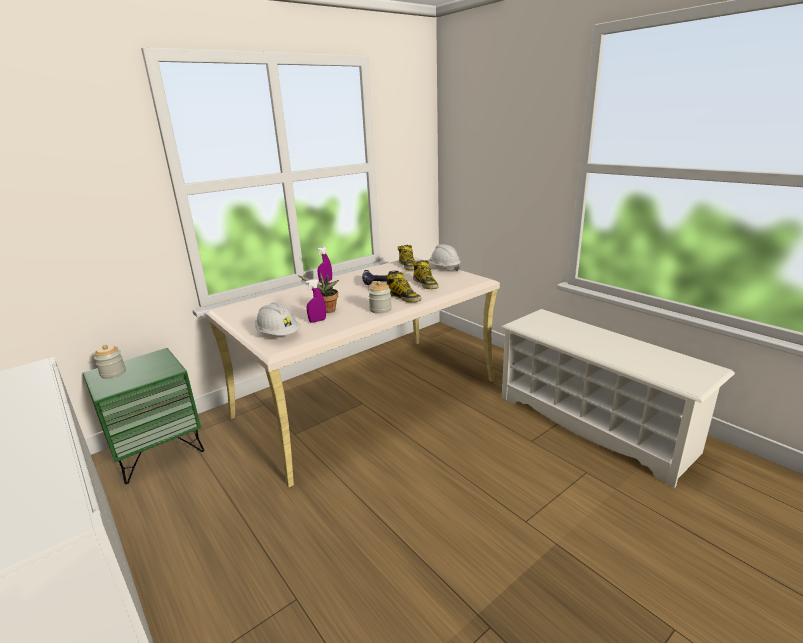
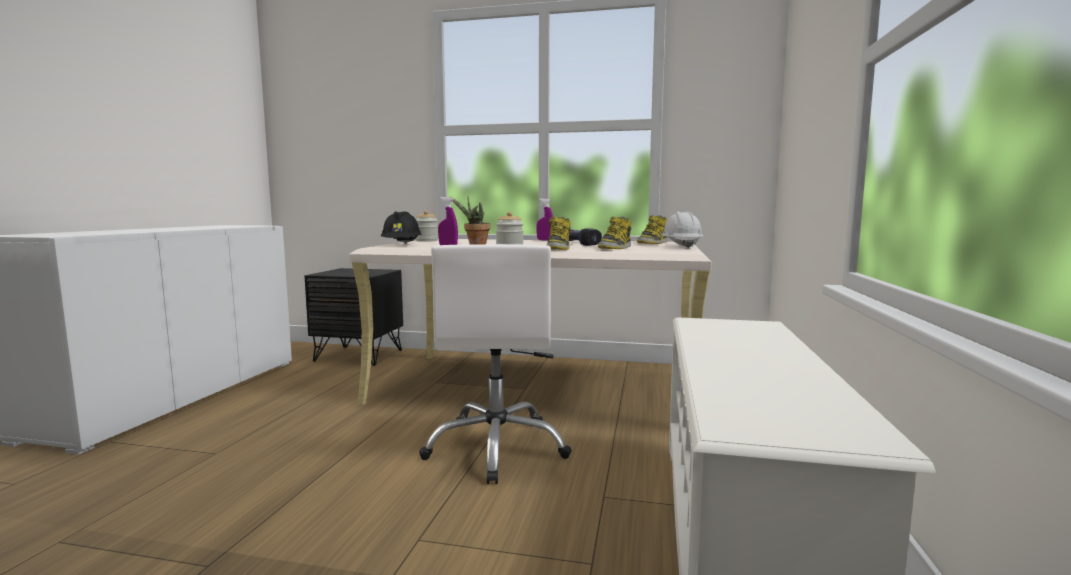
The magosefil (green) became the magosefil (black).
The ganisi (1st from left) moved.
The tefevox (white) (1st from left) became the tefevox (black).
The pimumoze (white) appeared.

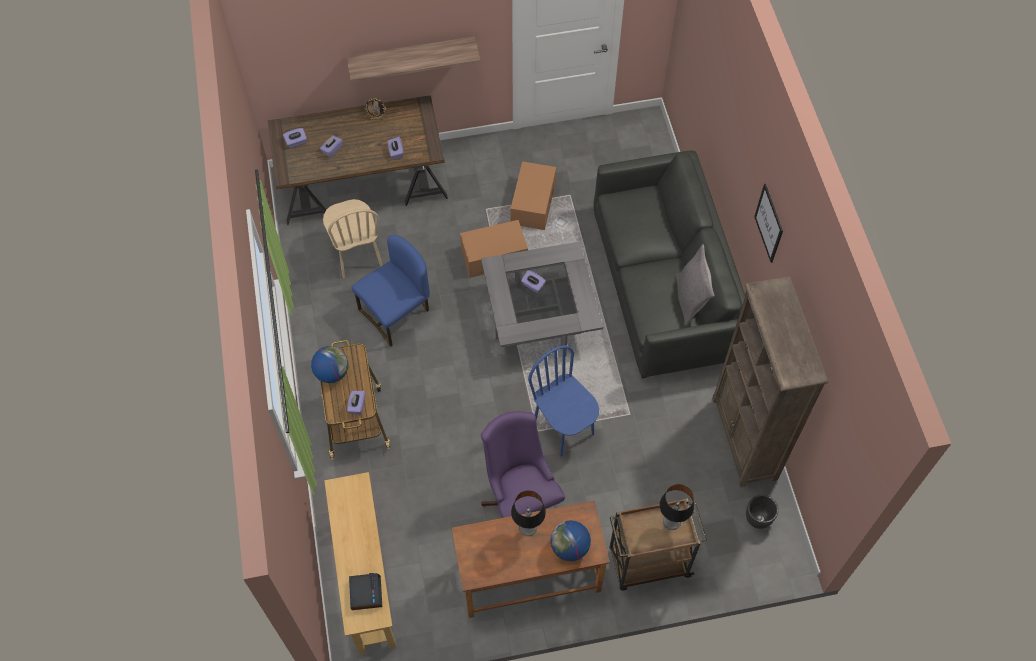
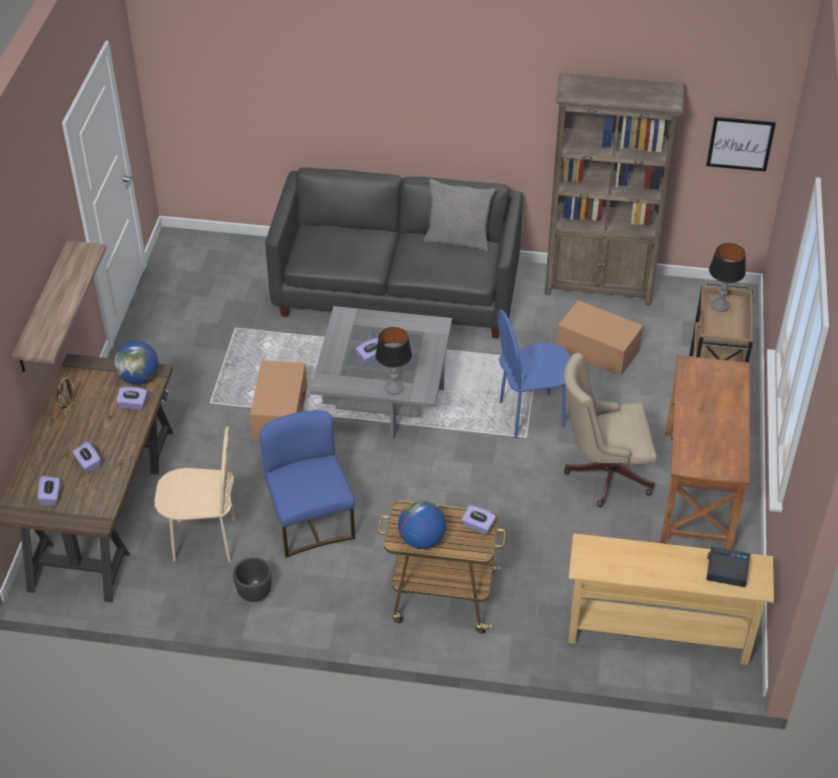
The pimumoze (purple) became the pimumoze (beige).
The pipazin (2nd from left) moved.
The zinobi (1st from left) moved.
The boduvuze (2nd from left in the first image) moved.
The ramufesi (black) moved.
The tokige moved.

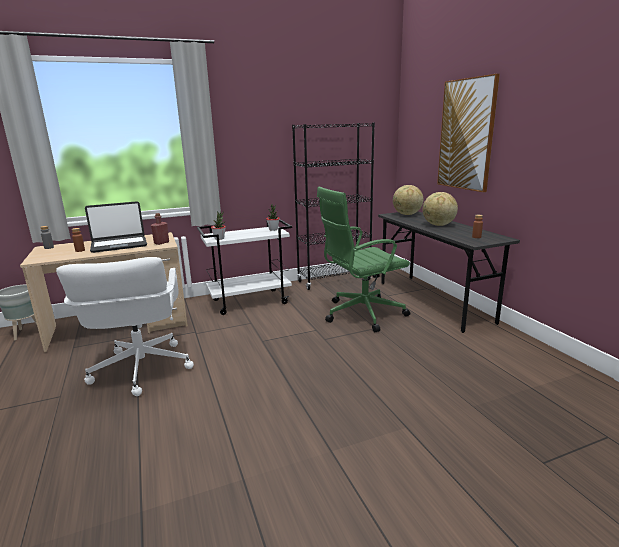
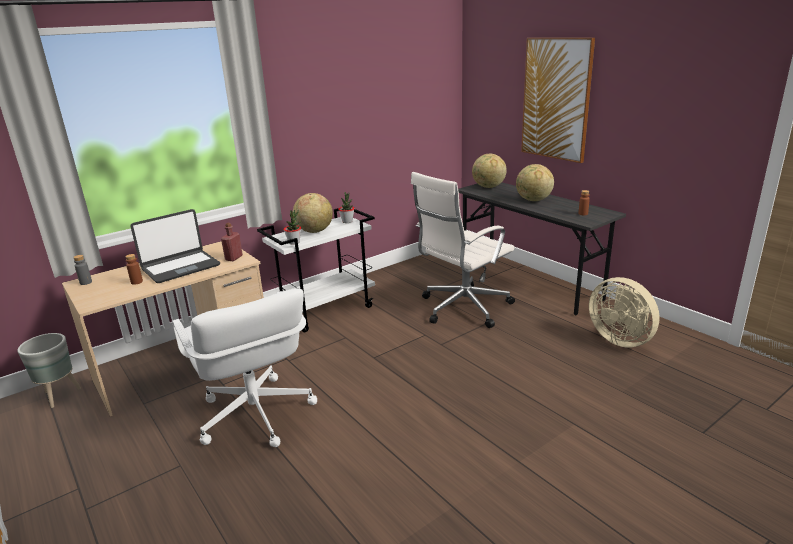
The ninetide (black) disappeared.
The pimumoze (green) became the pimumoze (white) (2nd from left).
The boduvuze (1st from left) appeared.
The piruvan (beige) appeared.

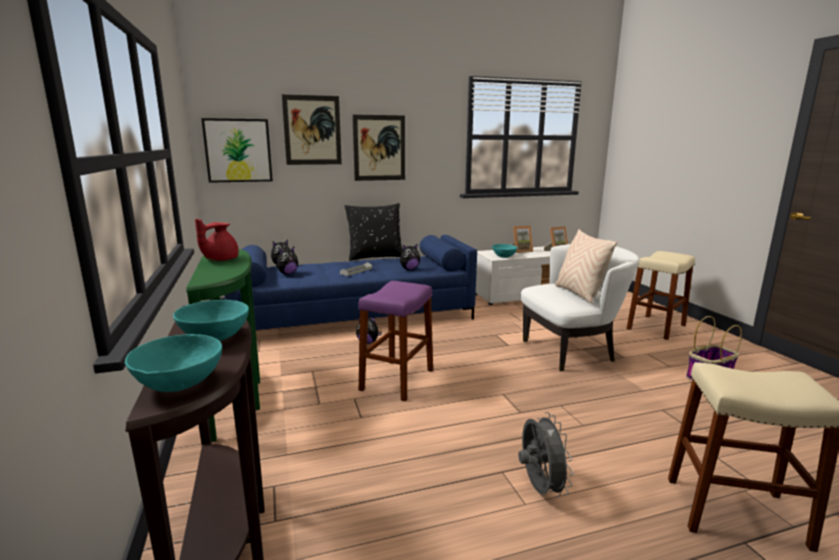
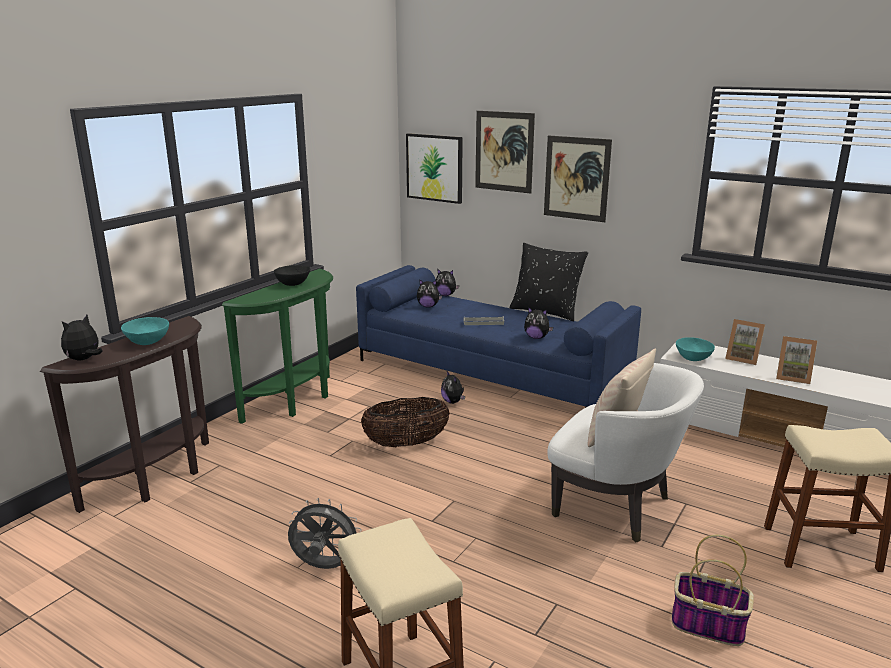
The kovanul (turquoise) (1st from left) was replaced by the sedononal (1st from left).
The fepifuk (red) was replaced by the kovanul (black).
The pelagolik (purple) was replaced by the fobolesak (1st from left).
The piruvan (grey) turned 120 degrees counterclockwise.

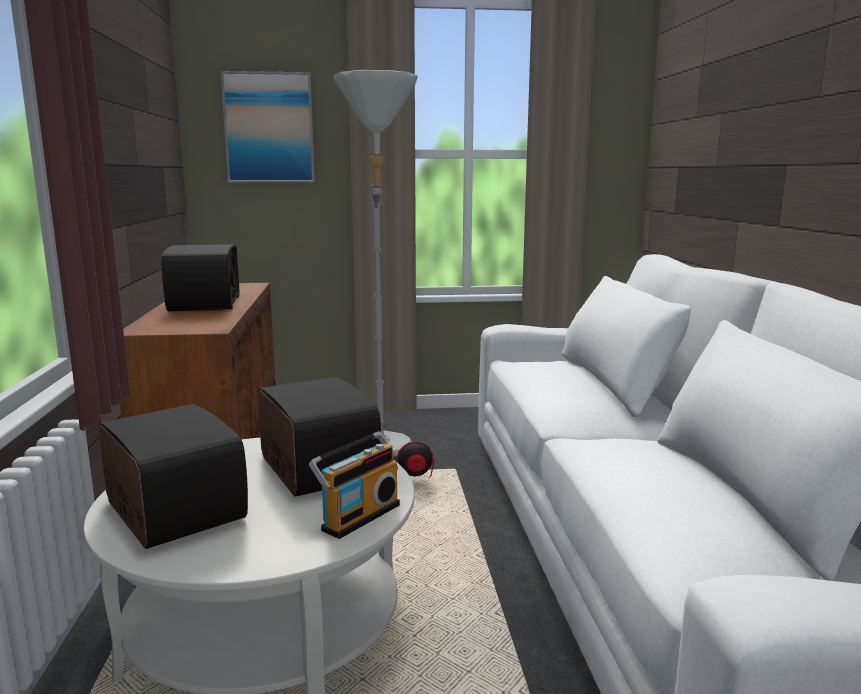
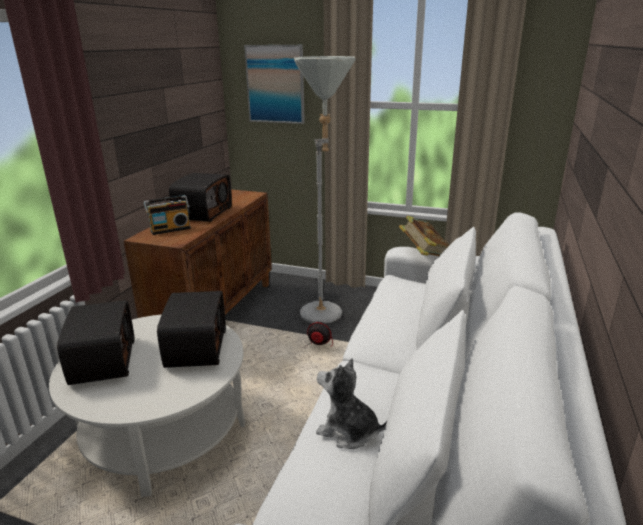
The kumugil (4th from left in the first image) moved.
The sedononal appeared.
The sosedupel appeared.

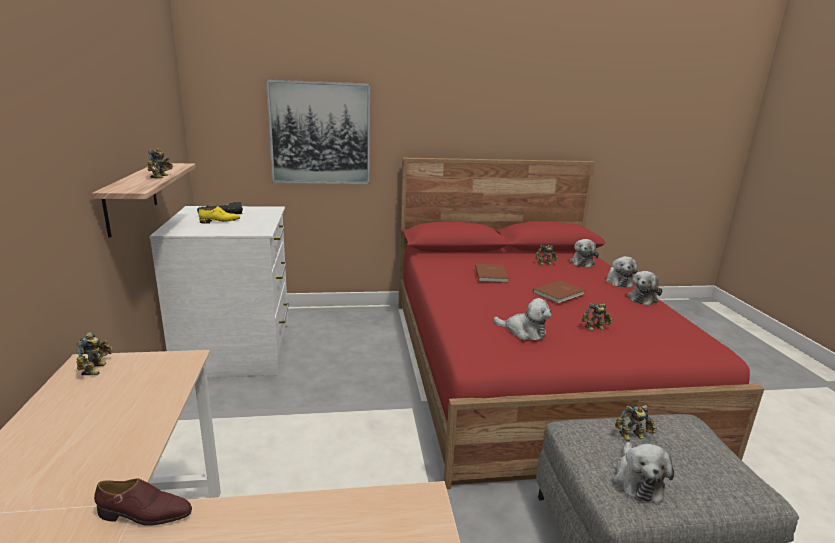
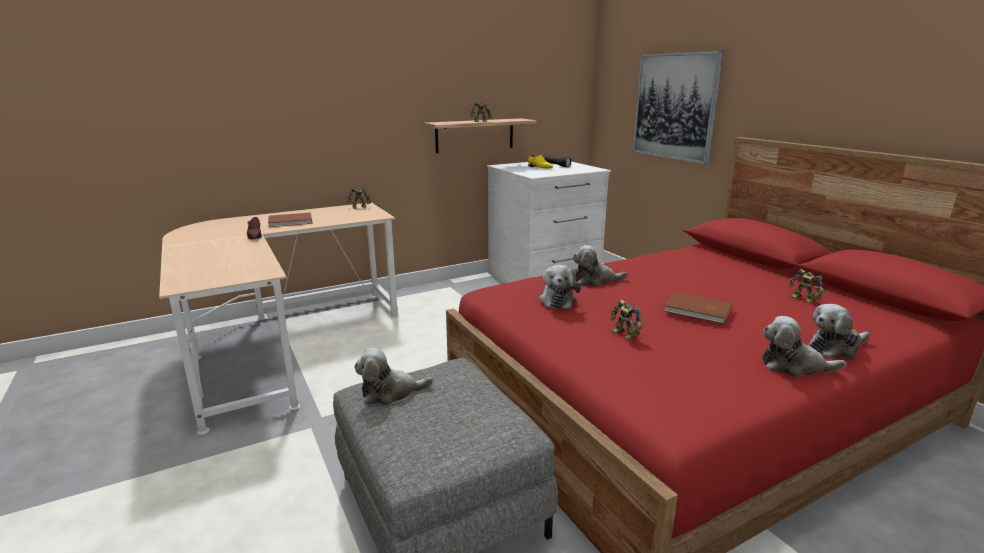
The sosedupel (brown) (1st from left) moved.
The sedononal (2nd from left in the first image) moved.
The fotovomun (5th from left) disappeared.

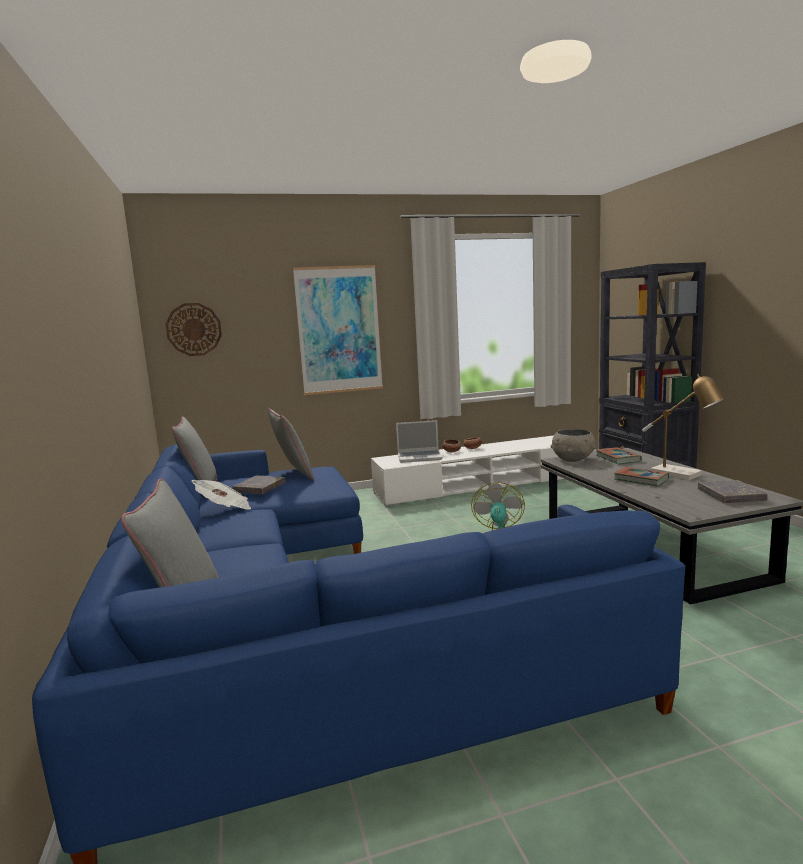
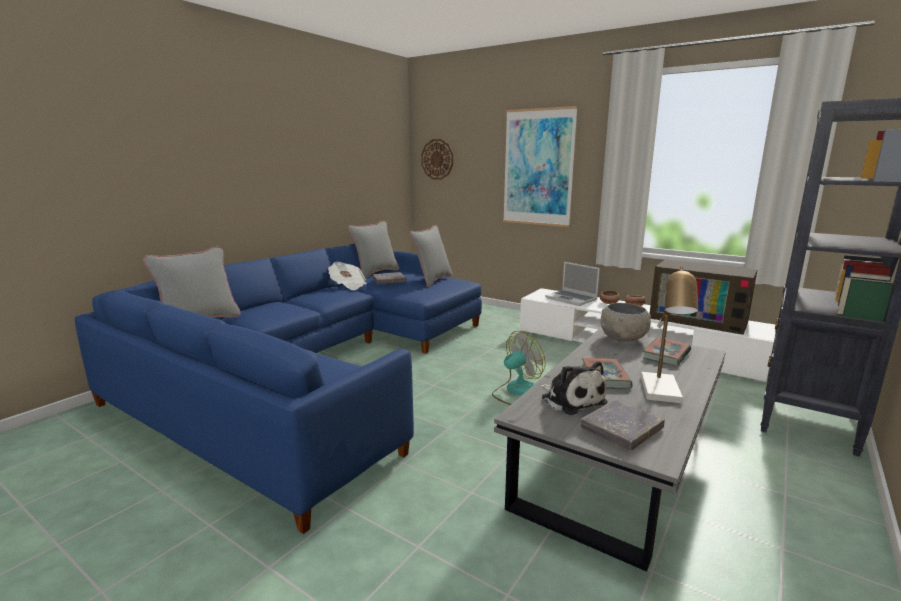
The sedononal appeared.
The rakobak appeared.

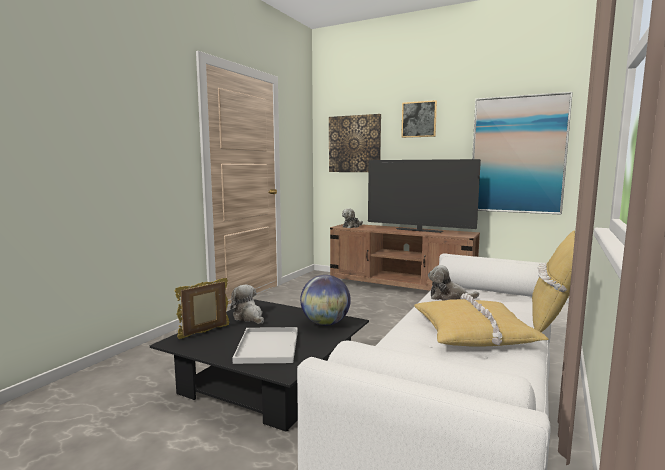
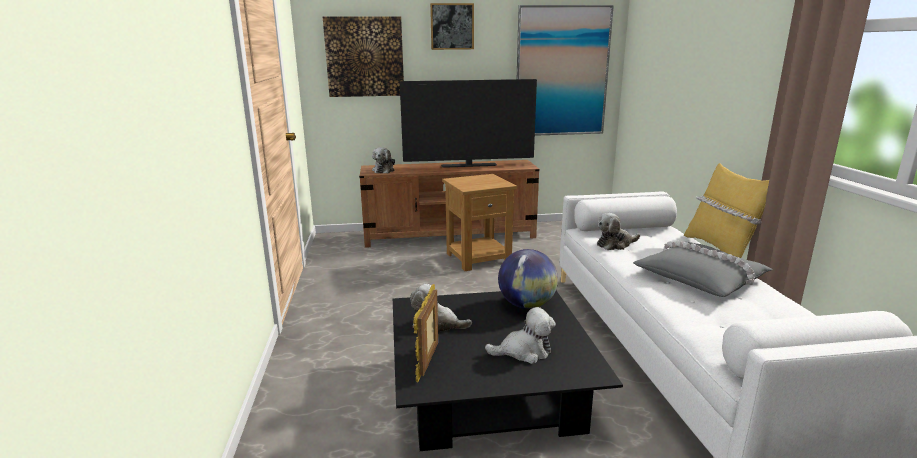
The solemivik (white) was replaced by the sedononal (3rd from left).
The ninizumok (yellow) (1st from left) became the ninizumok (grey).
The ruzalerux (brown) appeared.

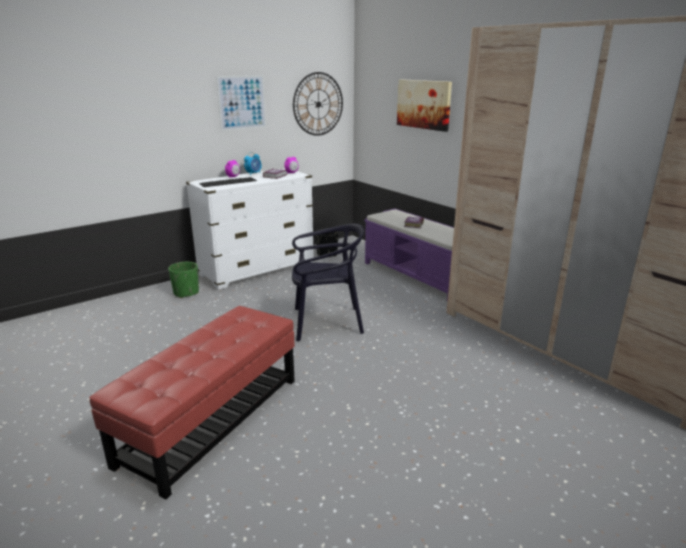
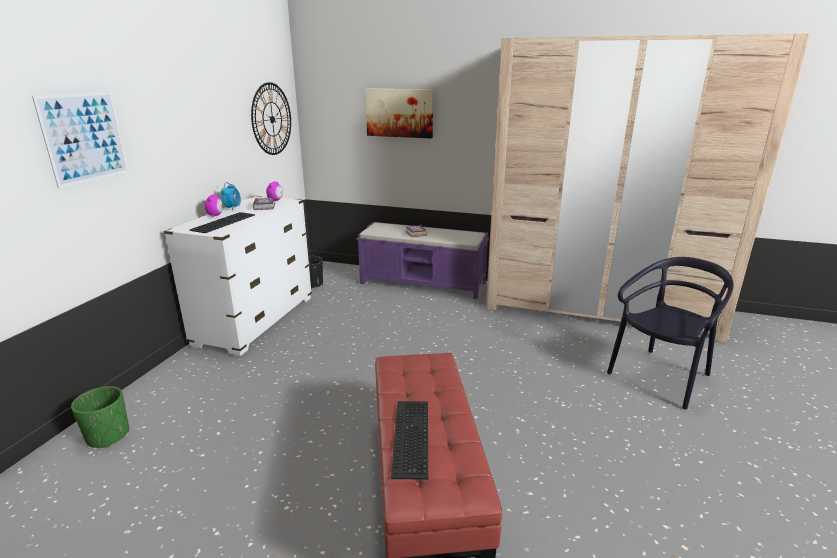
The ramufesi (green) moved.
The tokige (1st from left) moved.
The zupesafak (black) moved.
The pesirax (2nd from left) appeared.

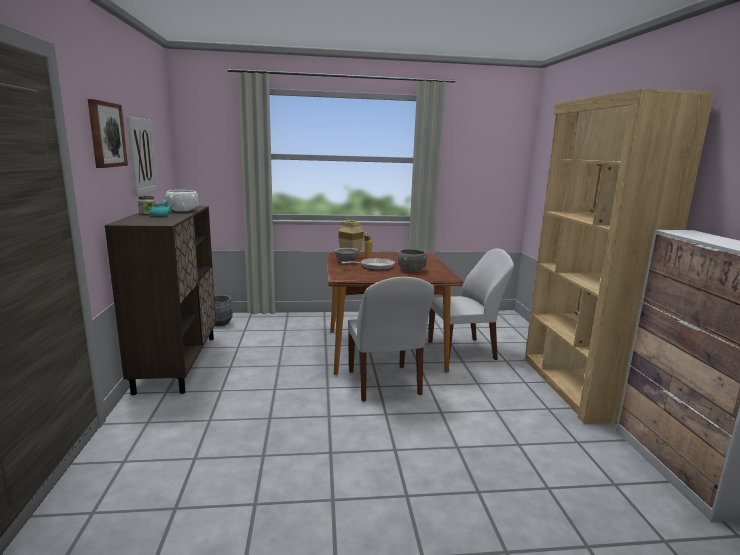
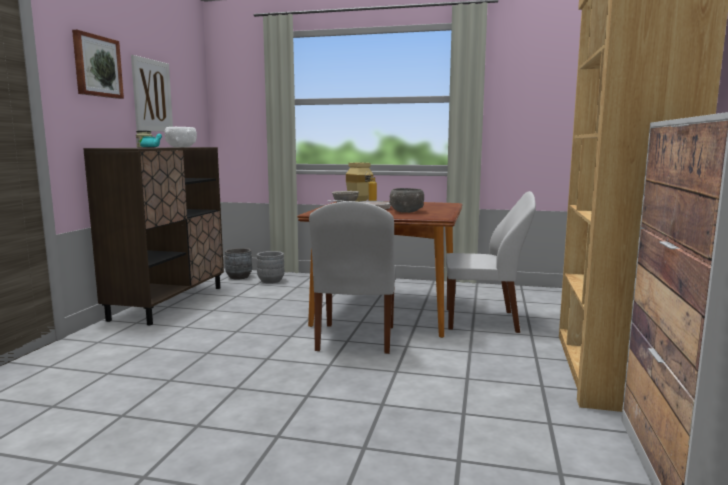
The ramufesi (grey) (2nd from left) appeared.

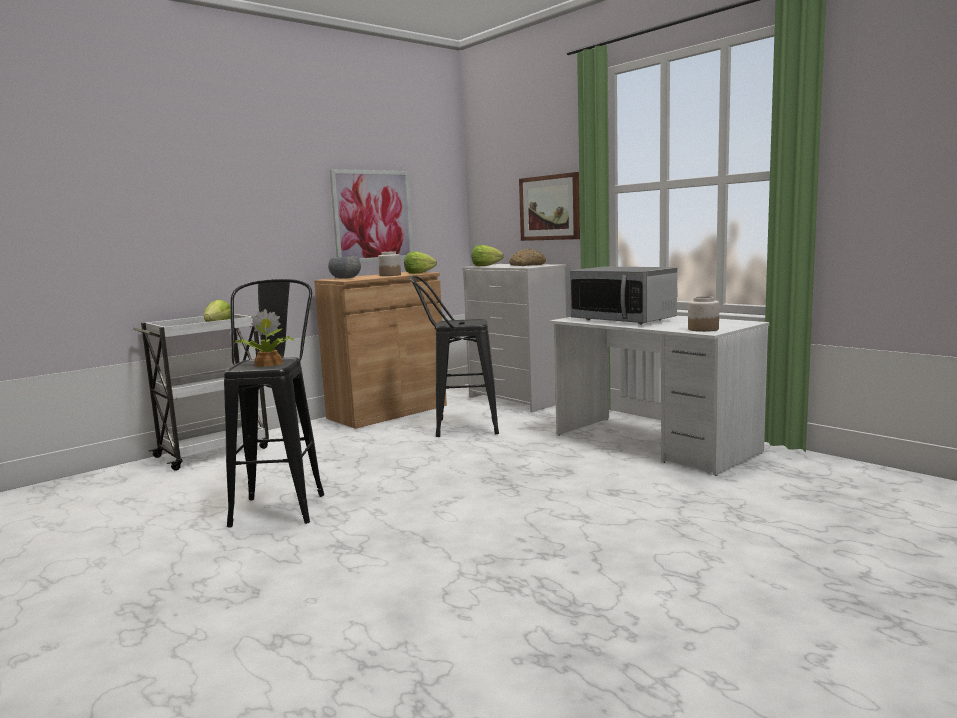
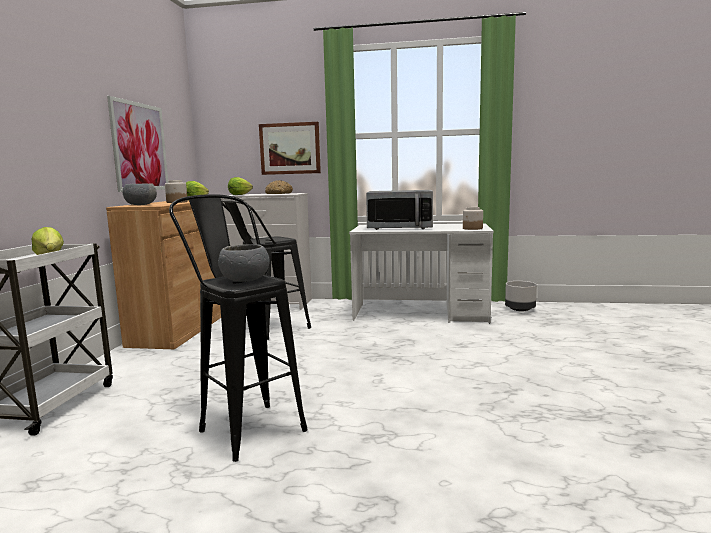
The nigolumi was replaced by the kovanul (grey) (2nd from left).
The ramufesi (grey) appeared.

